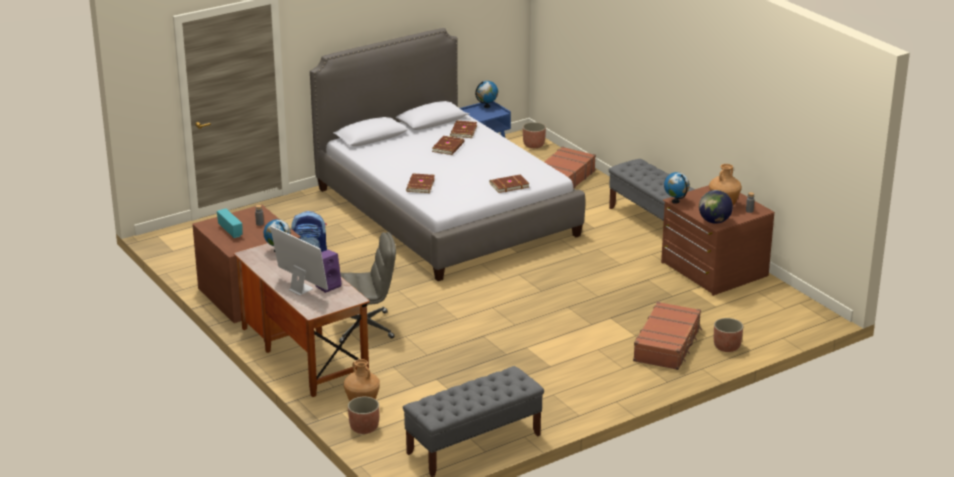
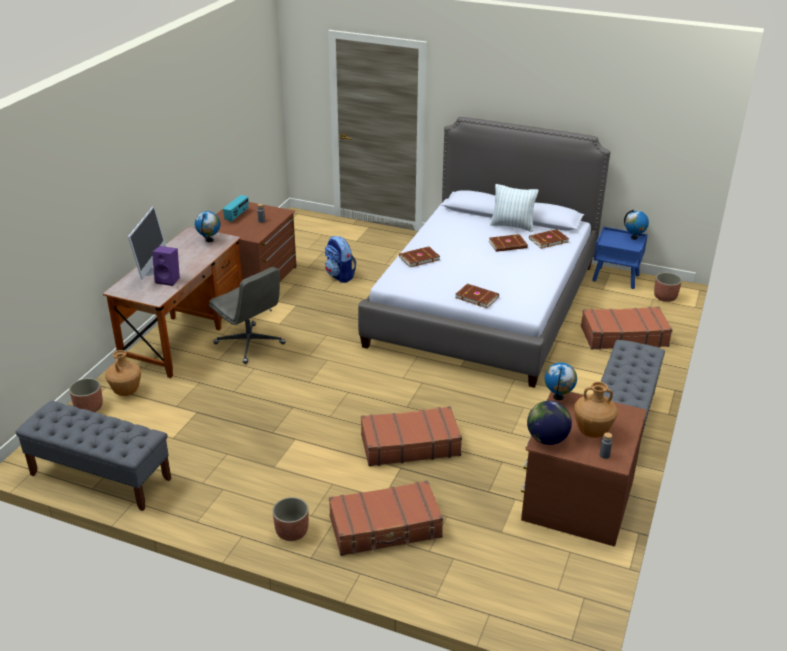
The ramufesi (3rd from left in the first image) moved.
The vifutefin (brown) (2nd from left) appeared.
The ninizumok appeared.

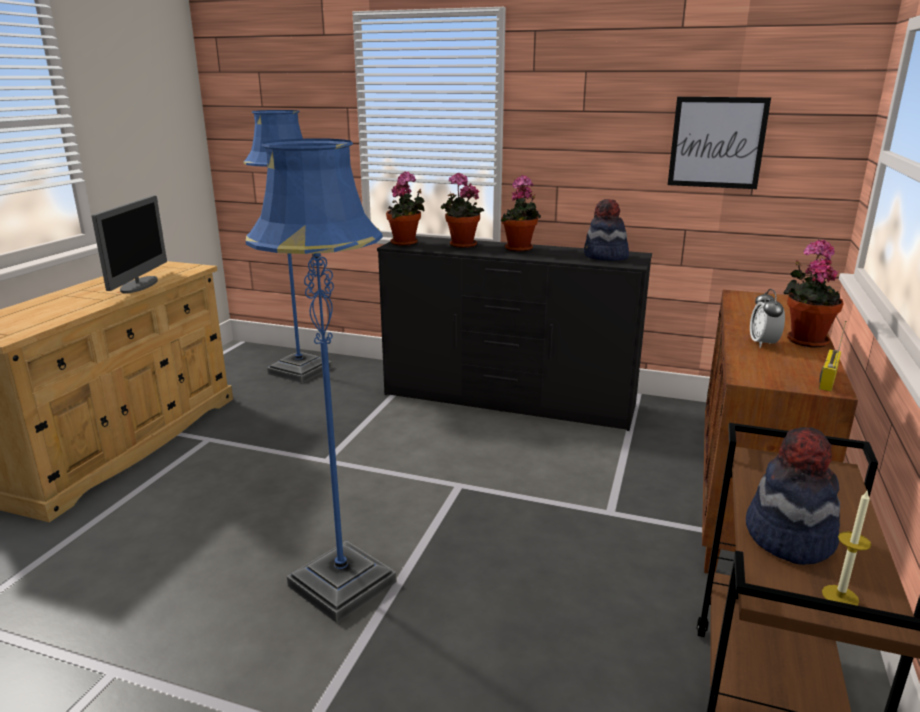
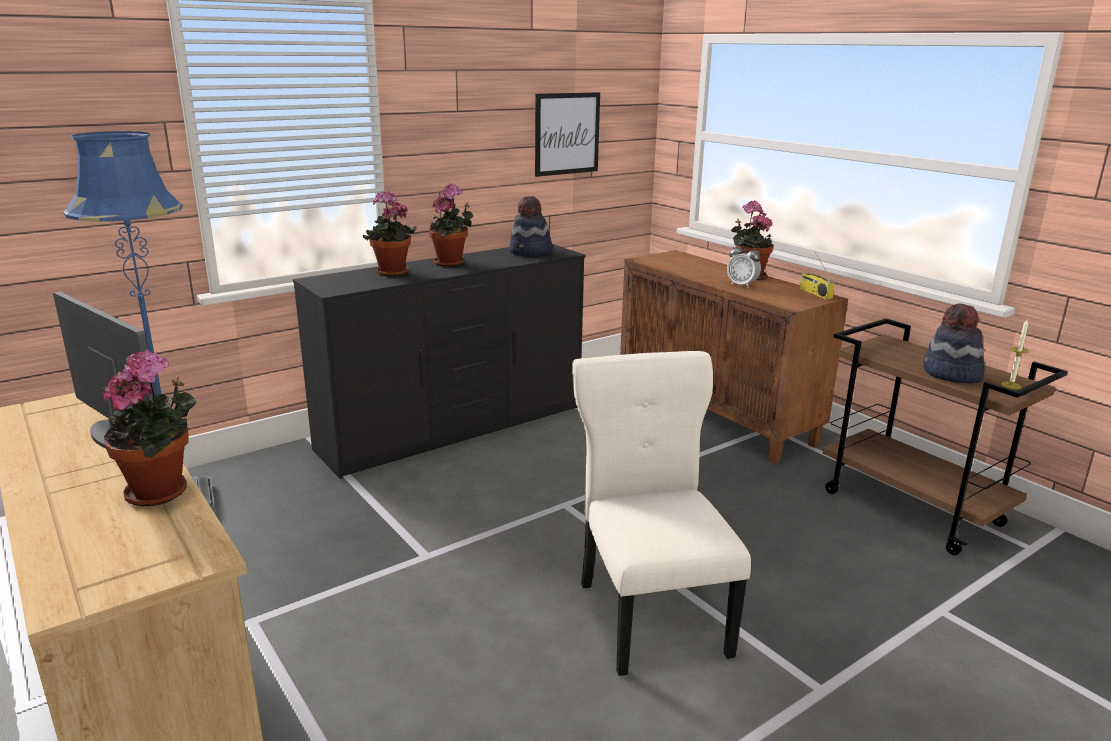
The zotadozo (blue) (2nd from left) was replaced by the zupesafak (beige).
The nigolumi (1st from left) moved.

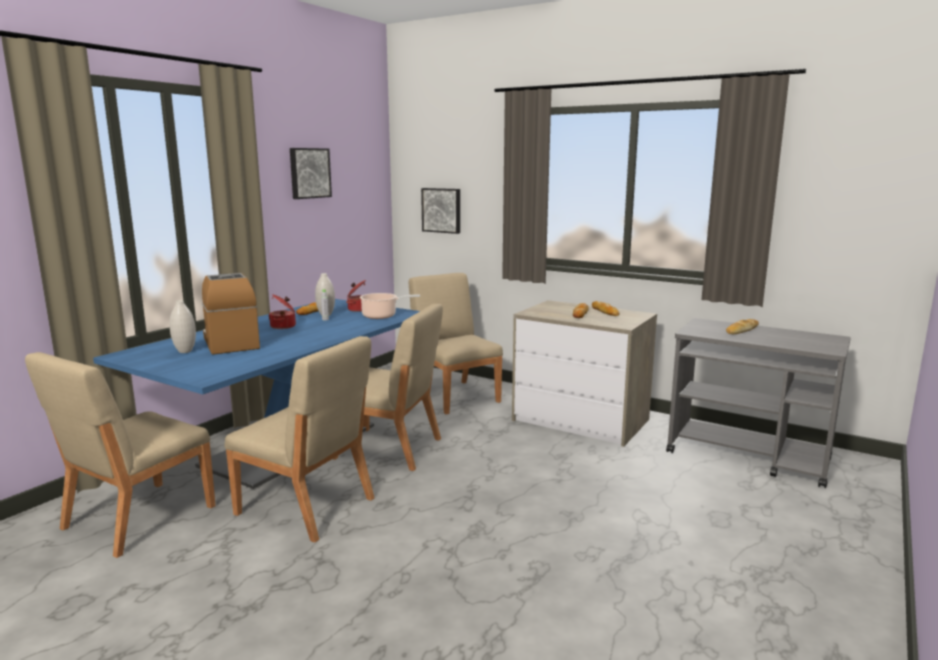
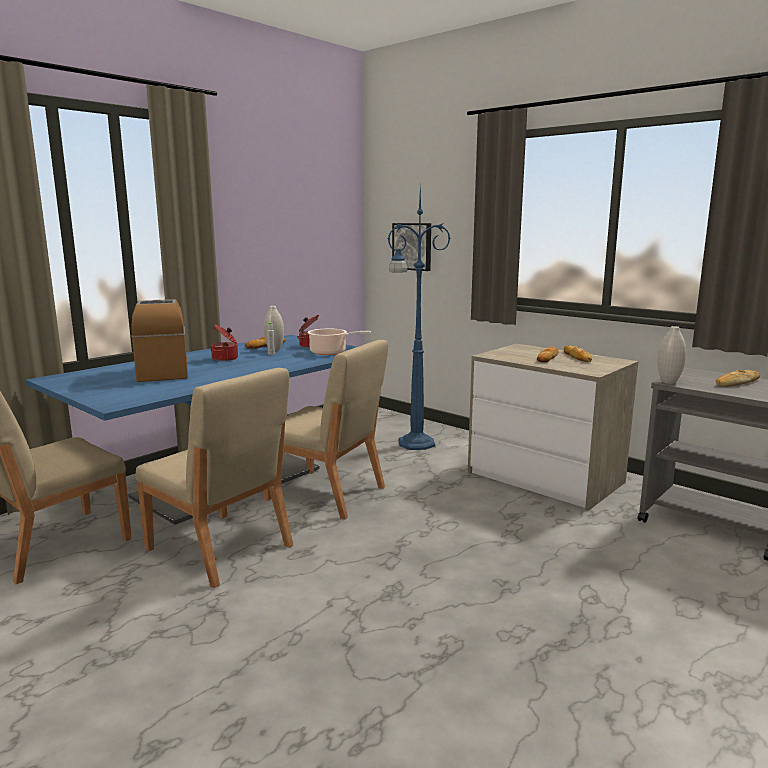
The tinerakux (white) (1st from left in the first image) moved.
The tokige (1st from left) disappeared.
The zupesafak (beige) (4th from left) was replaced by the zotadozo (blue).

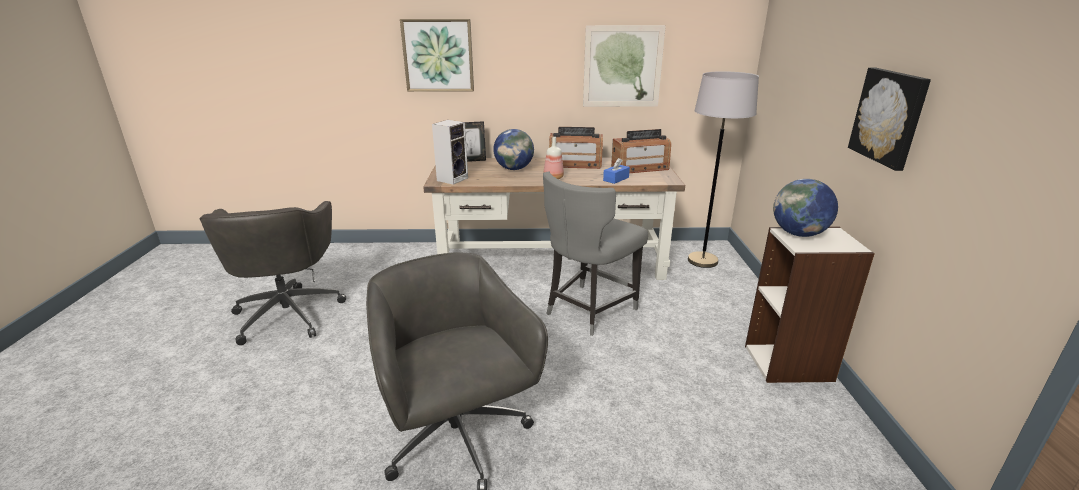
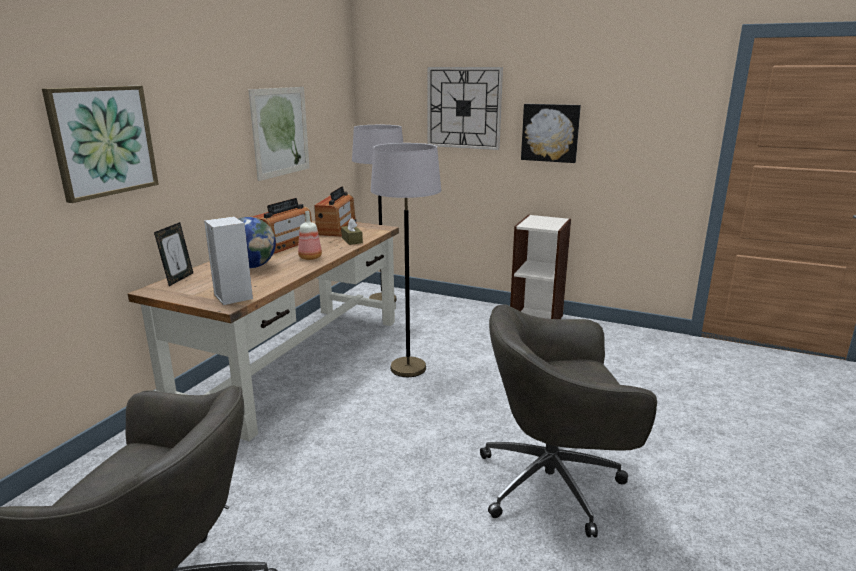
The zupesafak (grey) was replaced by the zotadozo (grey) (2nd from left).
The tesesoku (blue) became the tesesoku (brown).
The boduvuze (2nd from left) disappeared.
The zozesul appeared.

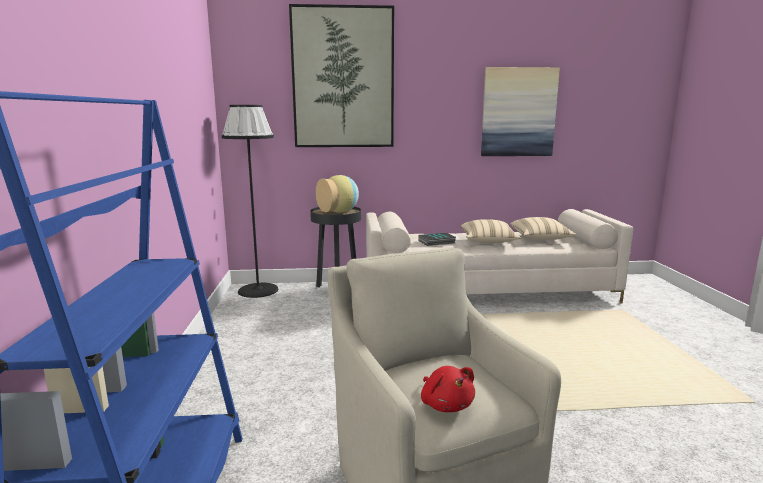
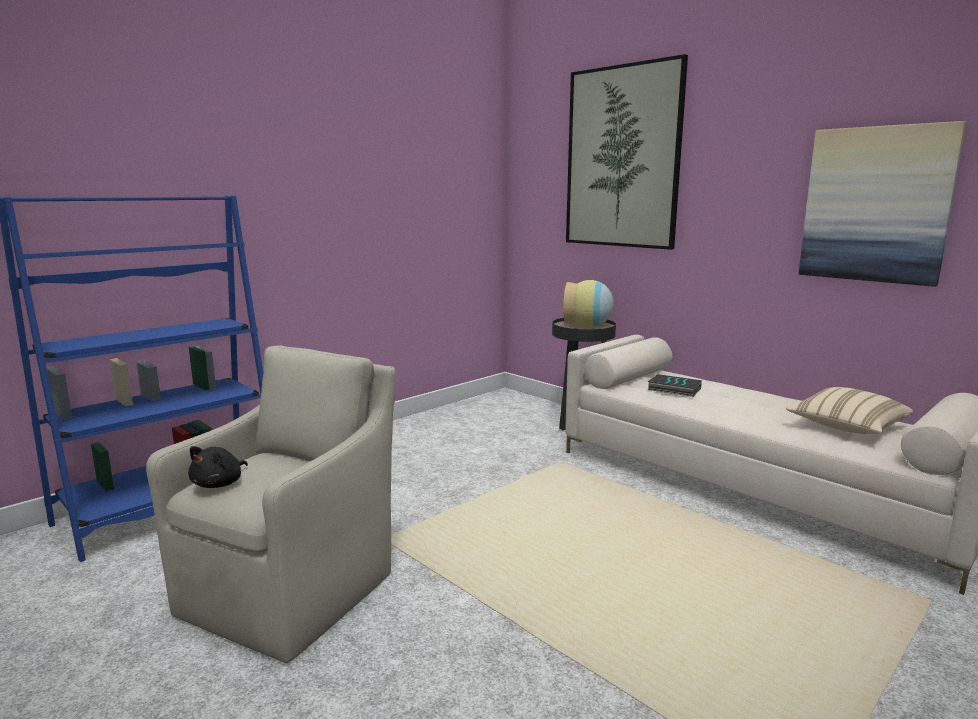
The zotadozo (black) disappeared.
The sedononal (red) became the sedononal (black).
The ninizumok (beige) (1st from left) disappeared.

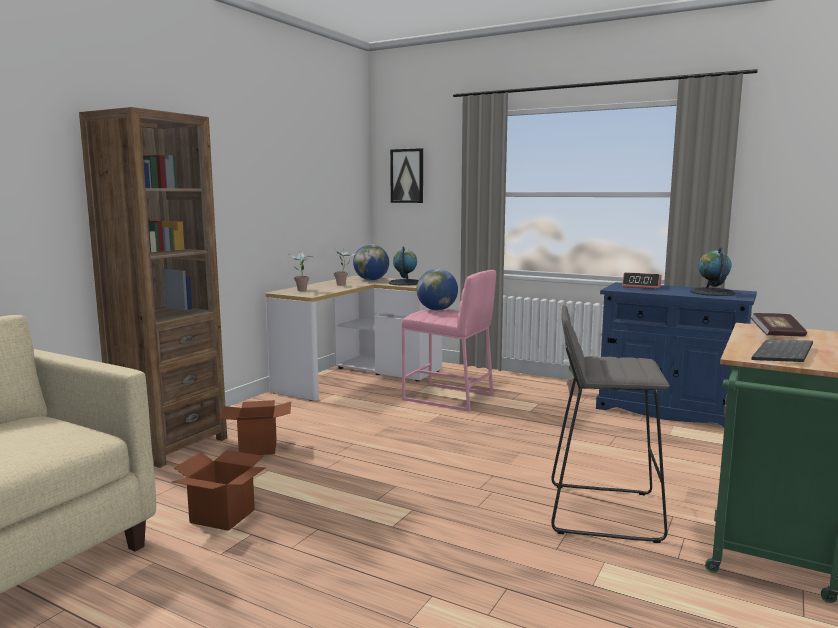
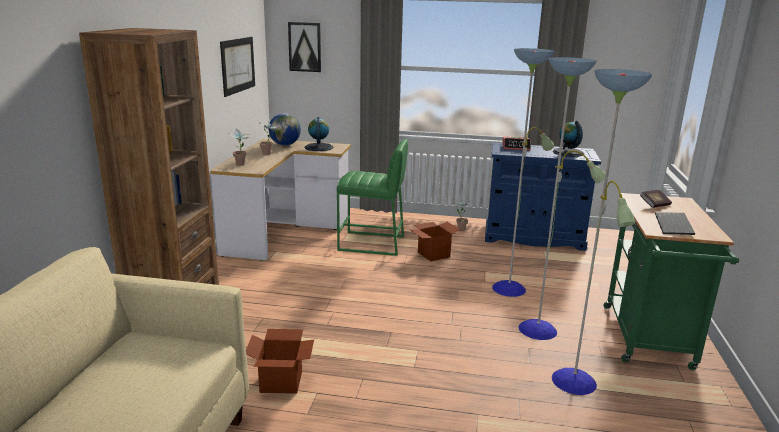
The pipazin (2nd from left) moved.
The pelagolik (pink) became the pelagolik (green).
The boduvuze (3rd from left) disappeared.
The pelagolik (grey) was replaced by the zotadozo.
The tokige (1st from left) appeared.

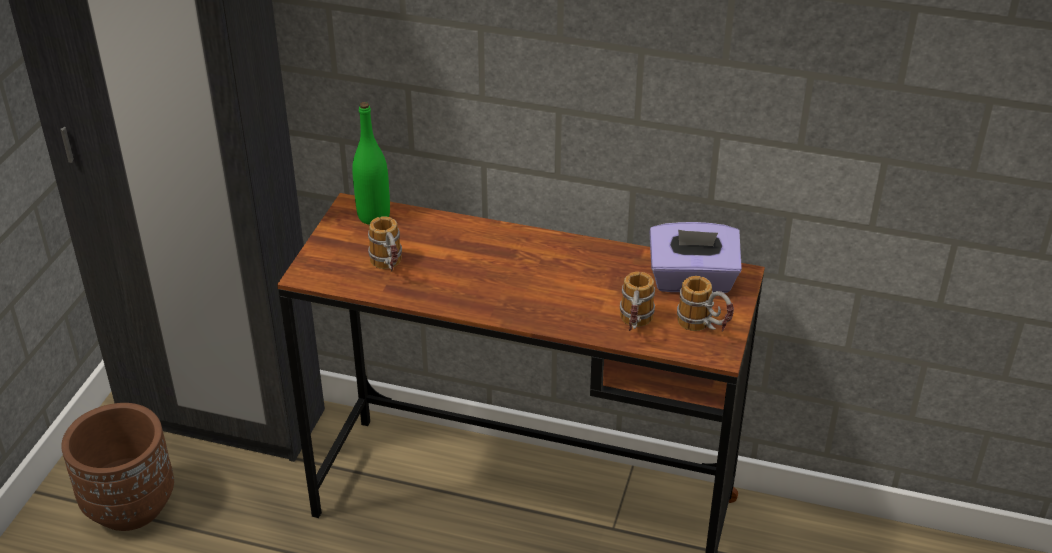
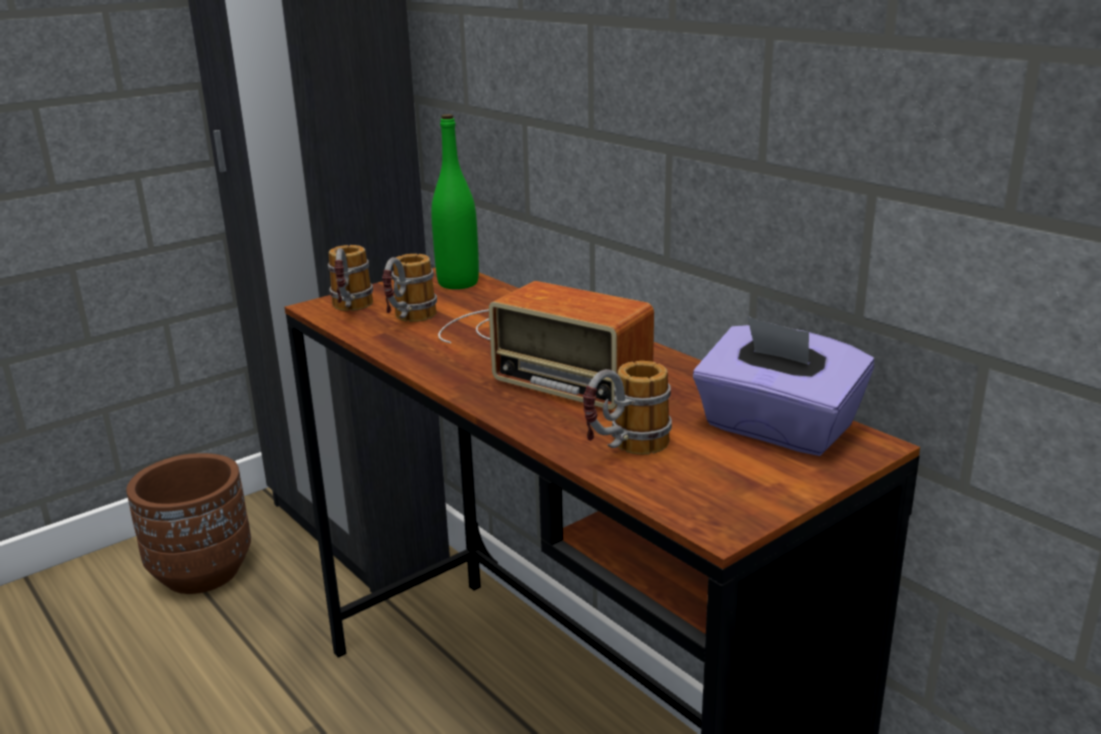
The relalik (3rd from left in the first image) moved.
The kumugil appeared.

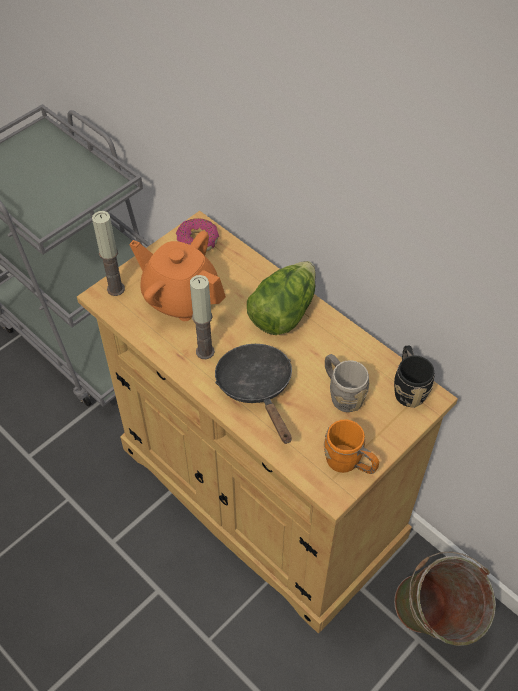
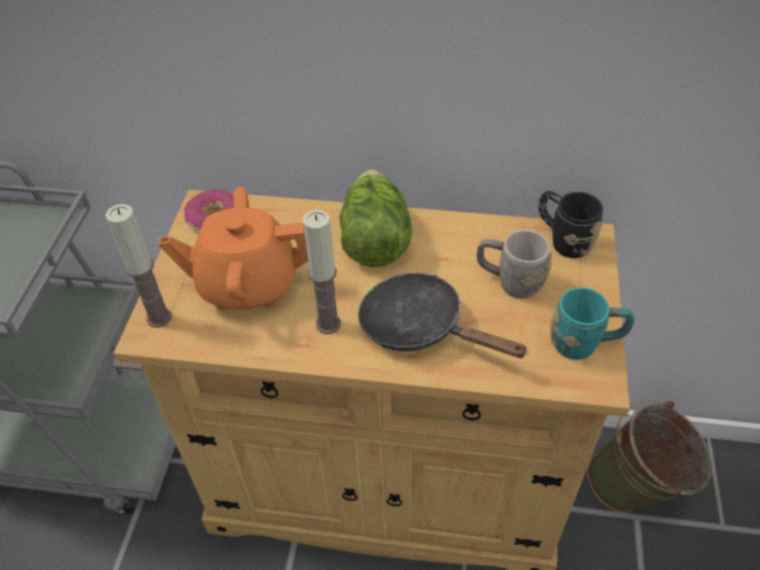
The relalik (orange) became the relalik (turquoise).

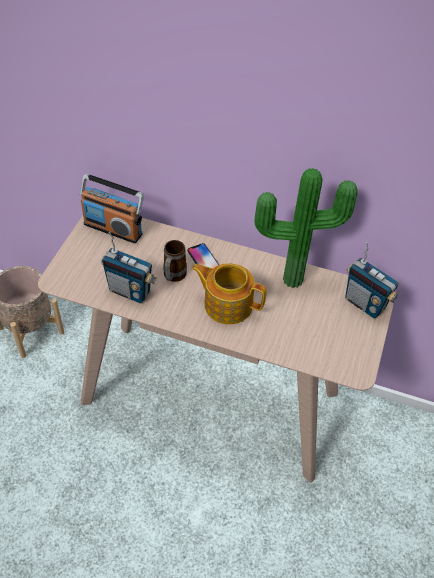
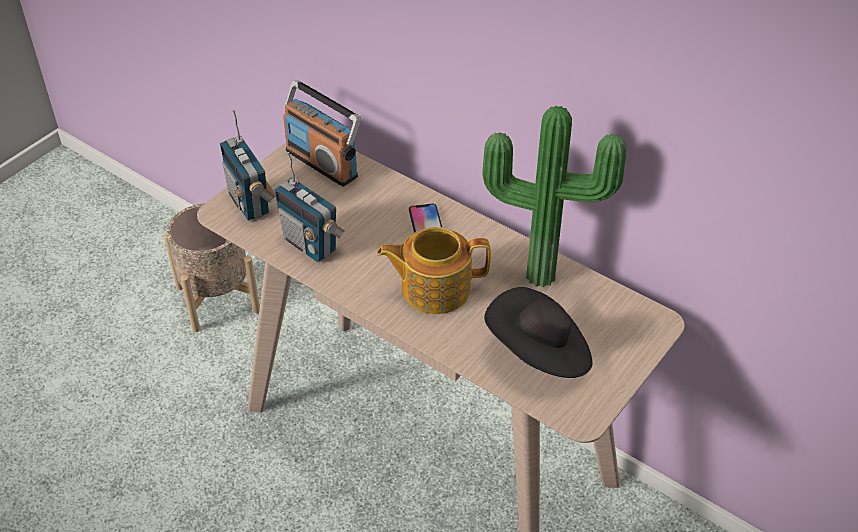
The relalik disappeared.
The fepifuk turned 45 degrees counterclockwise.
The kumugil (3rd from left in the first image) moved.
The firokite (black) appeared.

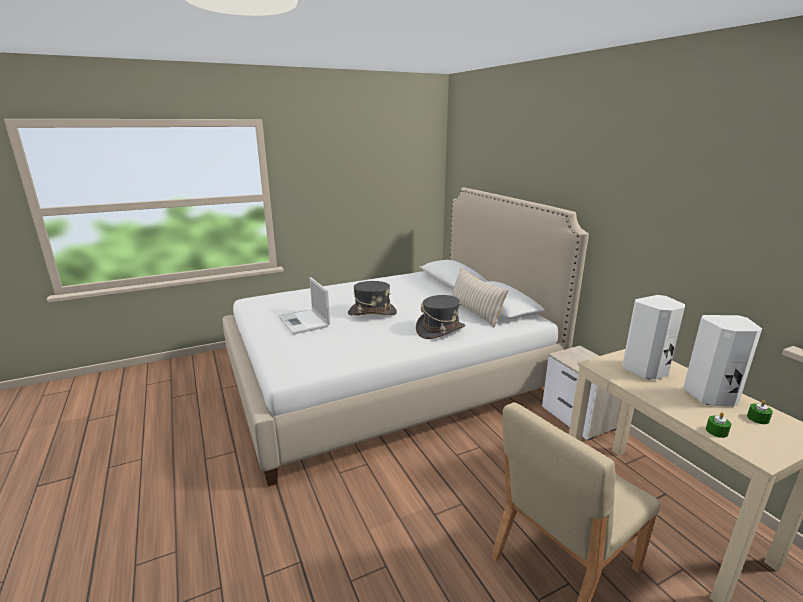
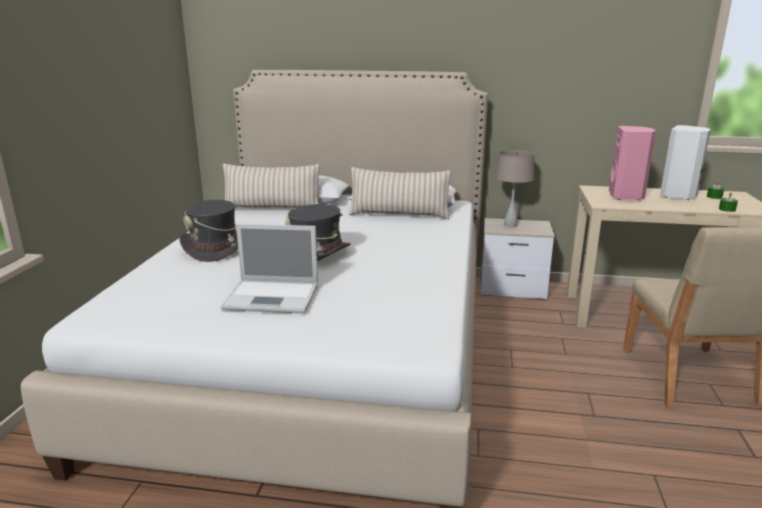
The firokite (grey) (2nd from left in the first image) moved.
The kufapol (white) (1st from left) became the kufapol (pink).
The ninizumok (beige) (1st from left) appeared.
The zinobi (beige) appeared.

